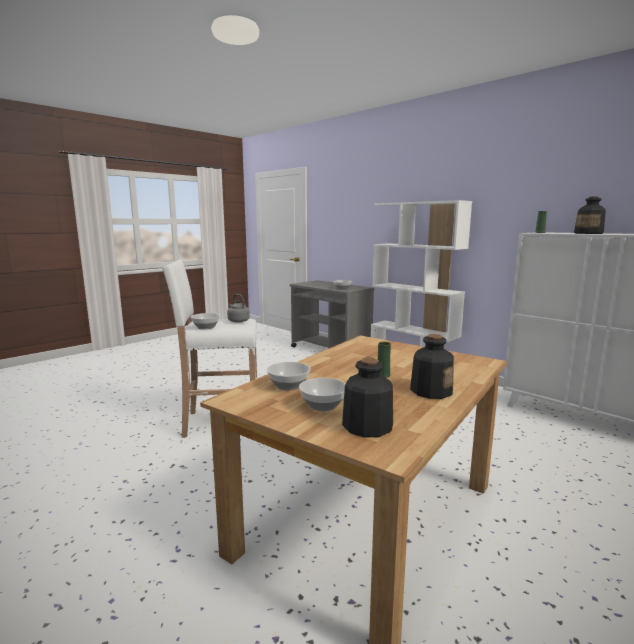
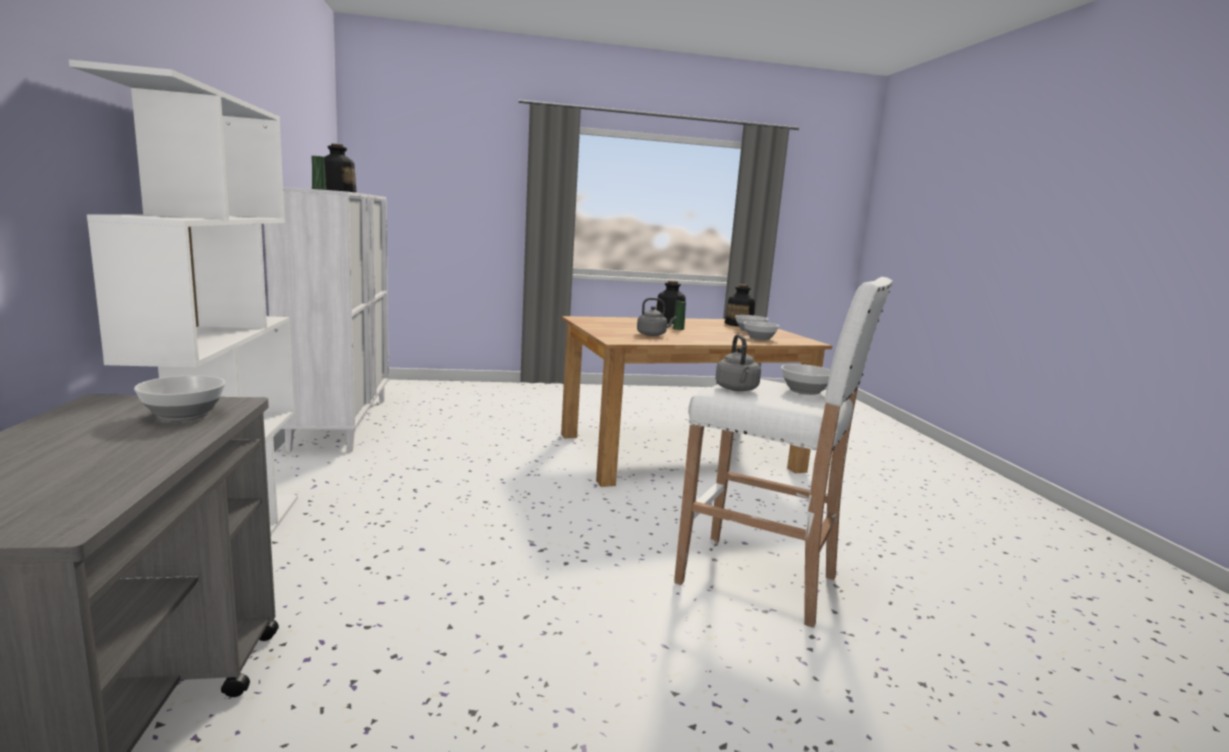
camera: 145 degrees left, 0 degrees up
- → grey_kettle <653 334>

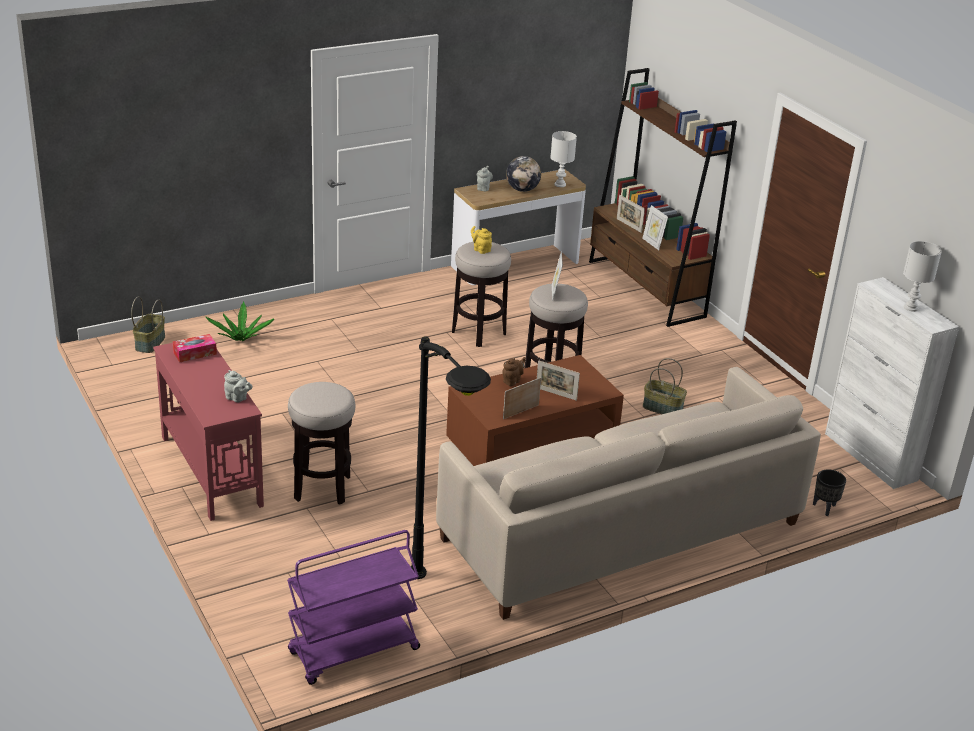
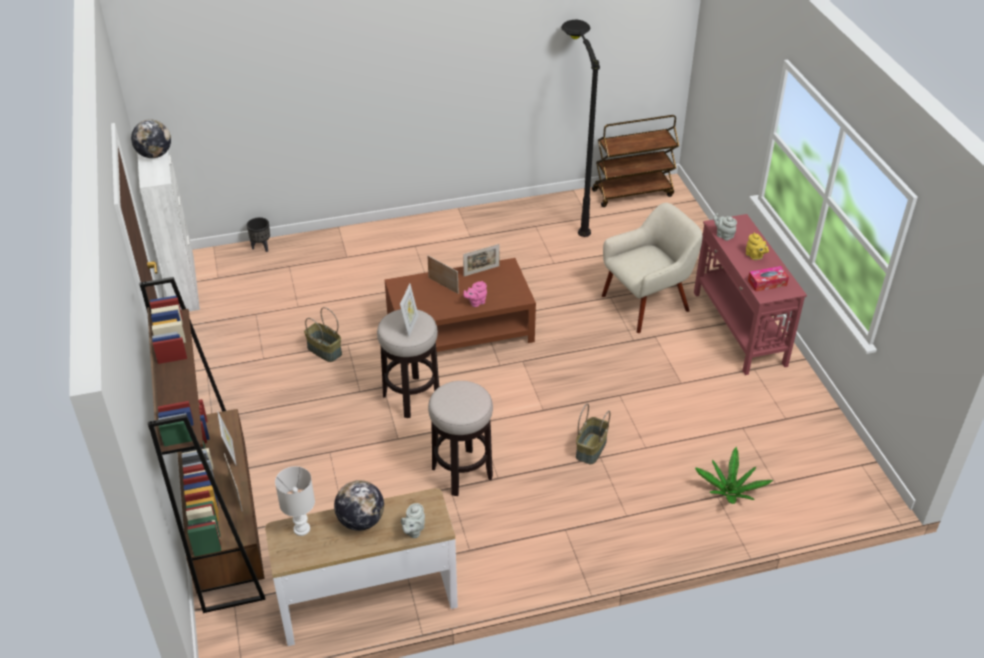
camera: 165 degrees left, 10 degrees up
white_table_lamp <911 308> → globe <155 155>
brown_teapot <512 381> → pink_teapot <476 302>
basket <149 342> → basket <591 449>, shifted
purple_cart <353 652> → brown_cart <633 192>
stool <322 488> → beige_armchair <647 303>
yellow_teapot <481 249> → yellow_teapot <755 256>, shifted
beige_sofa <620 531> → -

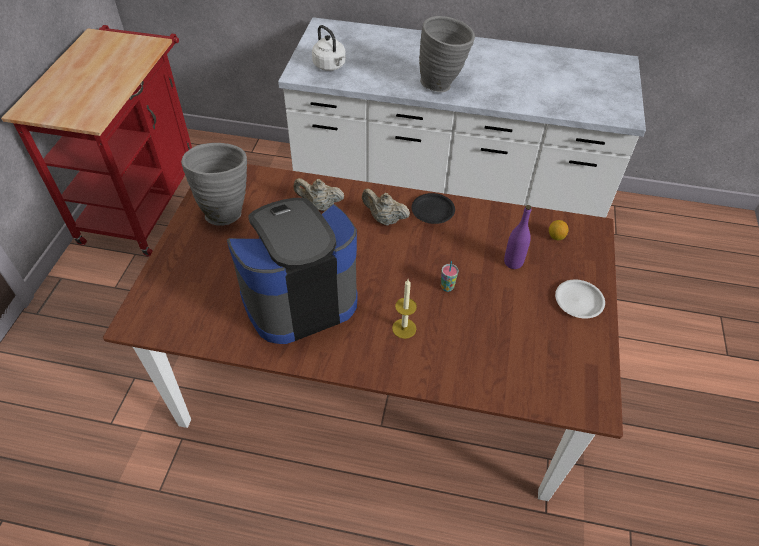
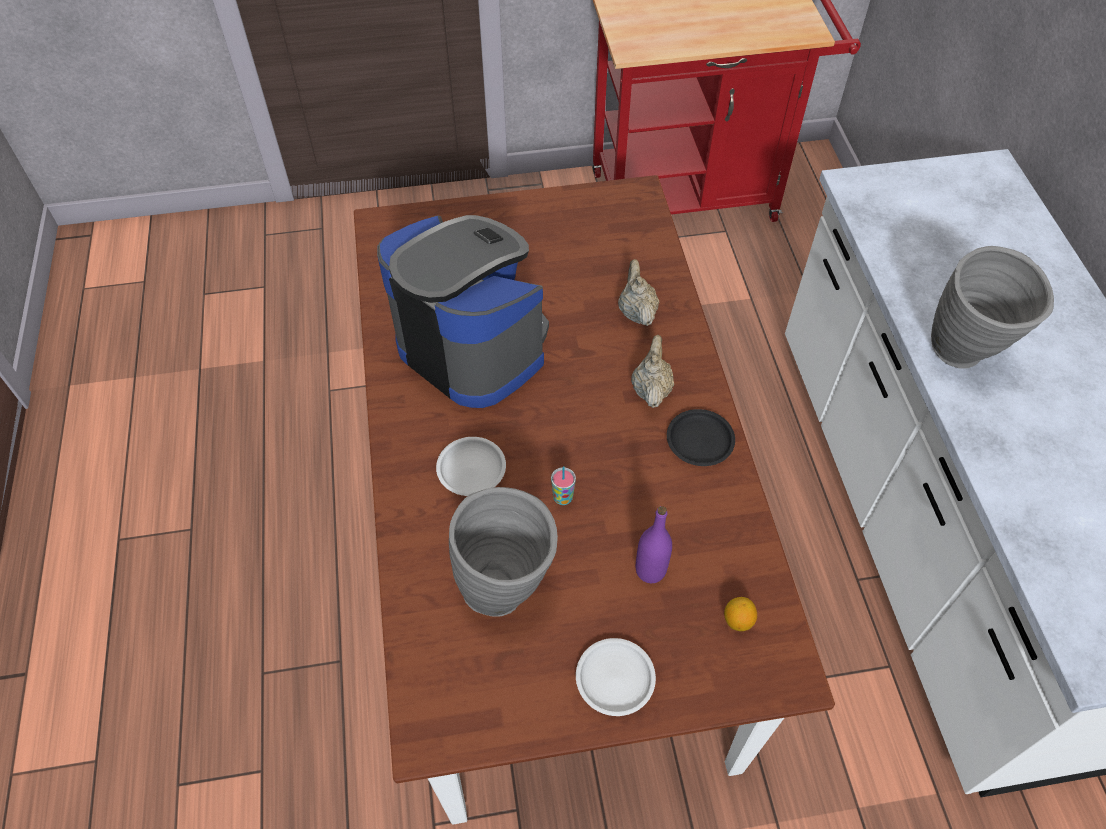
camera: 70 degrees right, 5 degrees up
candle <404 328> → white_plate <471 468>
grey_vase <226 210> → grey_vase <508 587>, shifted
white_kettle <330 66> → -

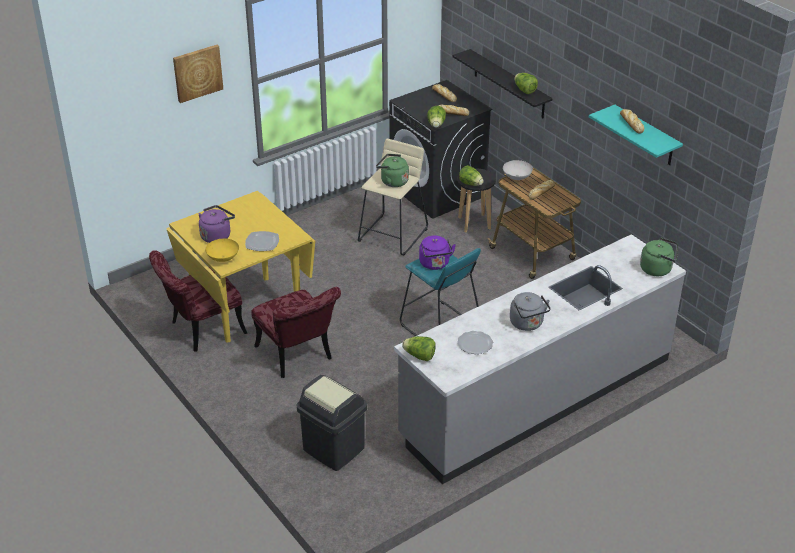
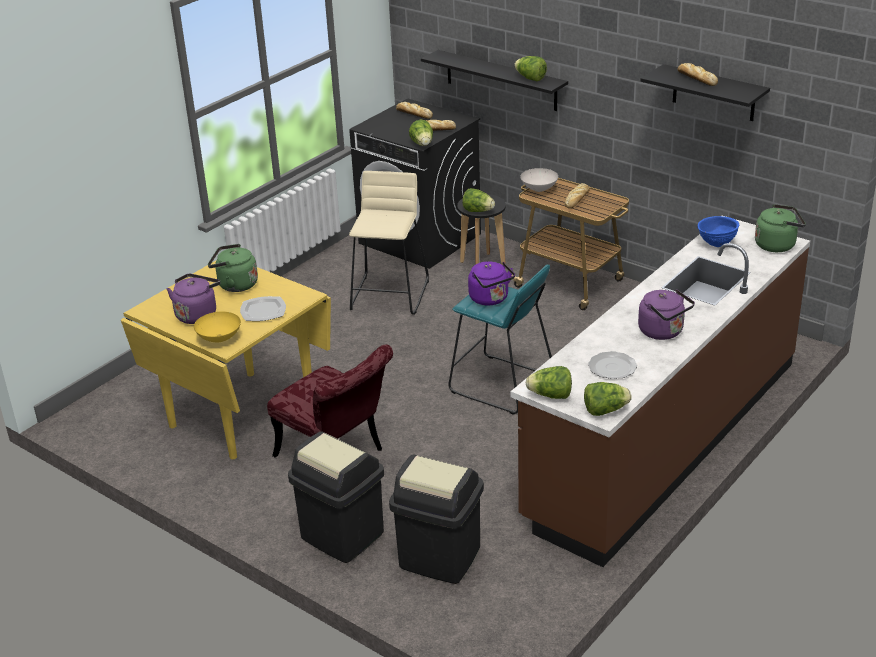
camera: 15 degrees left, 5 degrees down
green_kettle <392 181> → green_kettle <235 285>, shifted
- → black_trash_can <341 536>
grey_counter <537 397> → brown_counter <663 438>
- → lettuce <605 410>
grey_kettle <528 324> → purple_kettle <663 332>
turquoise_shelf <646 136> → black_shelf <713 93>
- → blue_bowl <716 244>
red_chair <201 330> → -
picture <197 73> → -

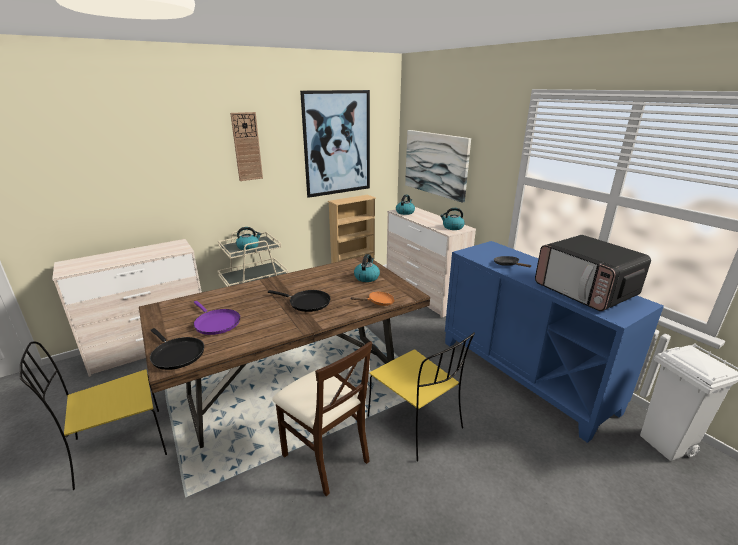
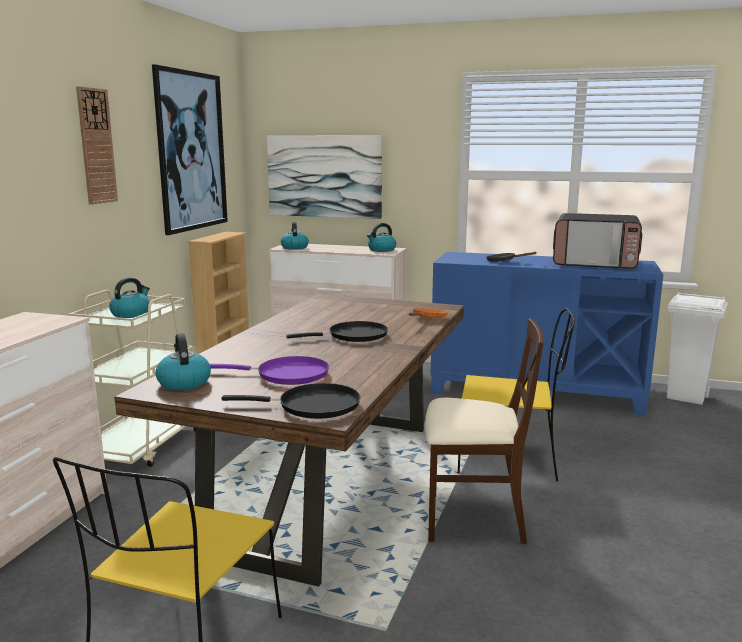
camera: 40 degrees left, 10 degrees down
kettle <366 277> → kettle <183 382>, shifted

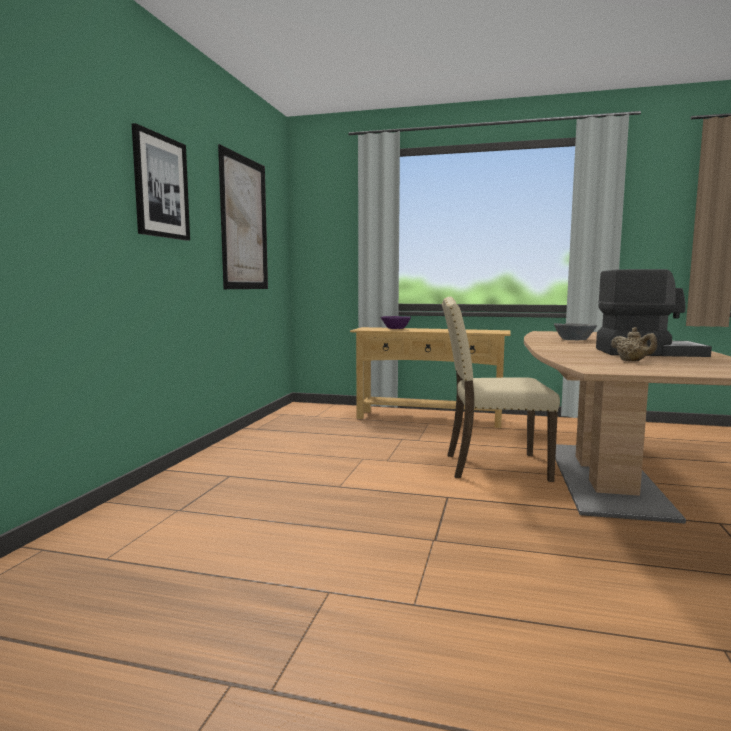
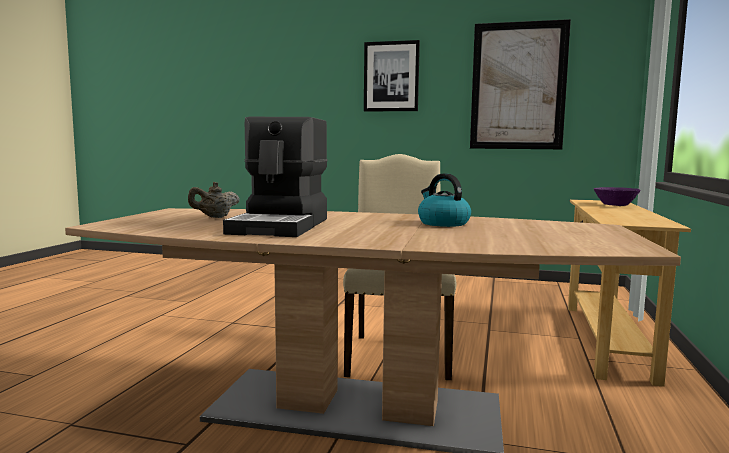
camera: 90 degrees right, 0 degrees up
grey_bowl <574 340> → kettle <442 223>

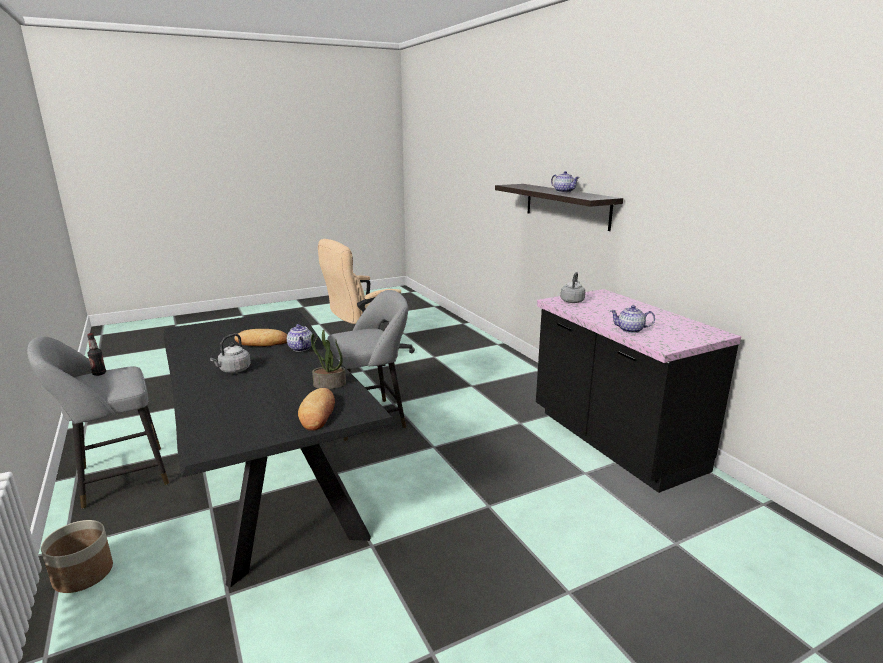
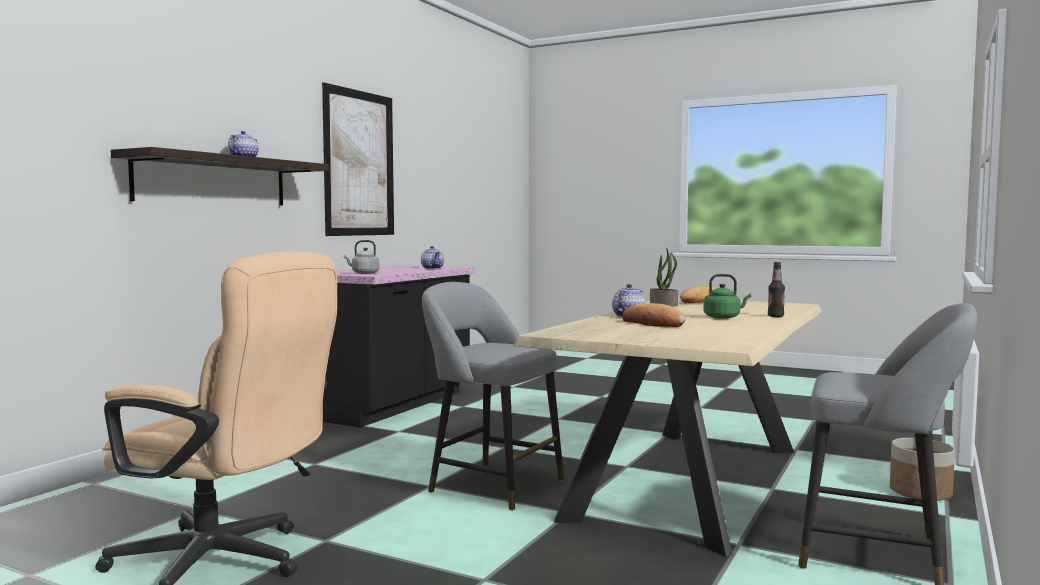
camera: 125 degrees left, 15 degrees down
- → picture <359 163>
black_dining_table <272 482> → beige_dining_table <690 482>
grey_kettle <233 370> → green_kettle <724 317>
bottle <99 373> → bottle <775 316>, shifted

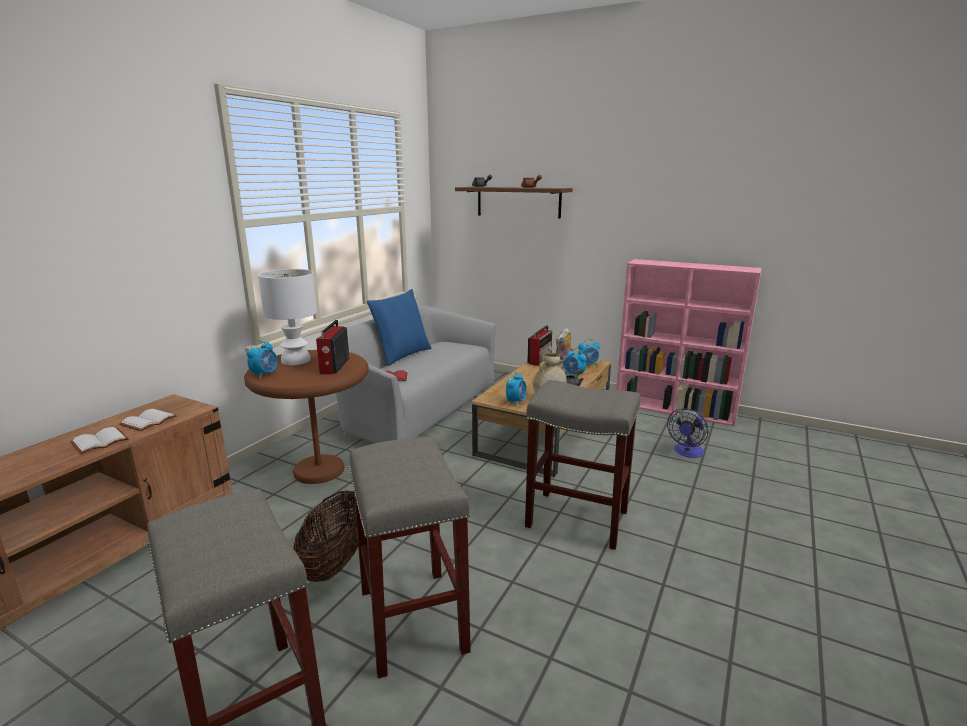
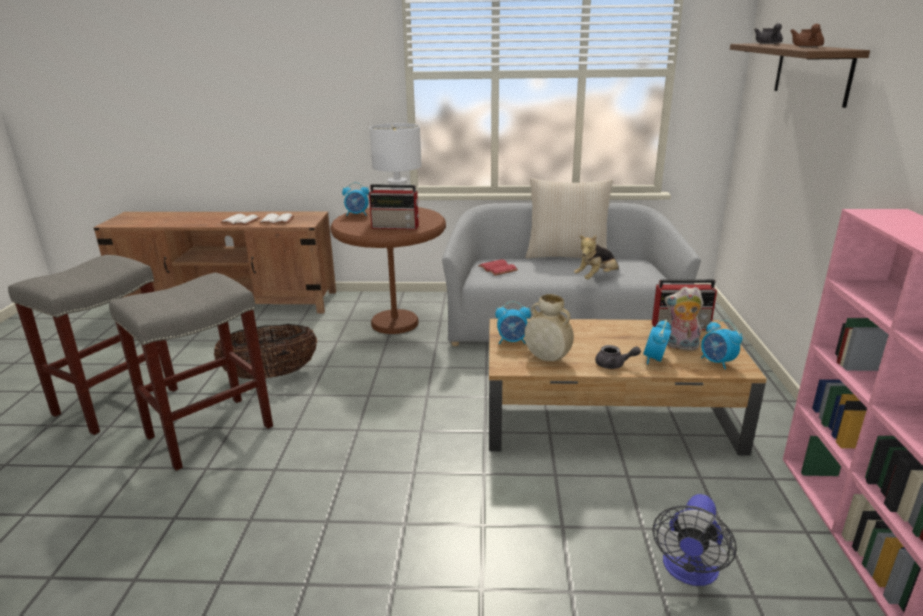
camera: 65 degrees right, 5 degrees up
radio <334 366> → radio <396 226>, 150 degrees counterclockwise
blue_pillow <402 355> → beige_pillow <566 255>
- → plush_toy <596 278>
fan <687 452> → fan <689 571>, 75 degrees counterclockwise
grey_stool <578 519> → -

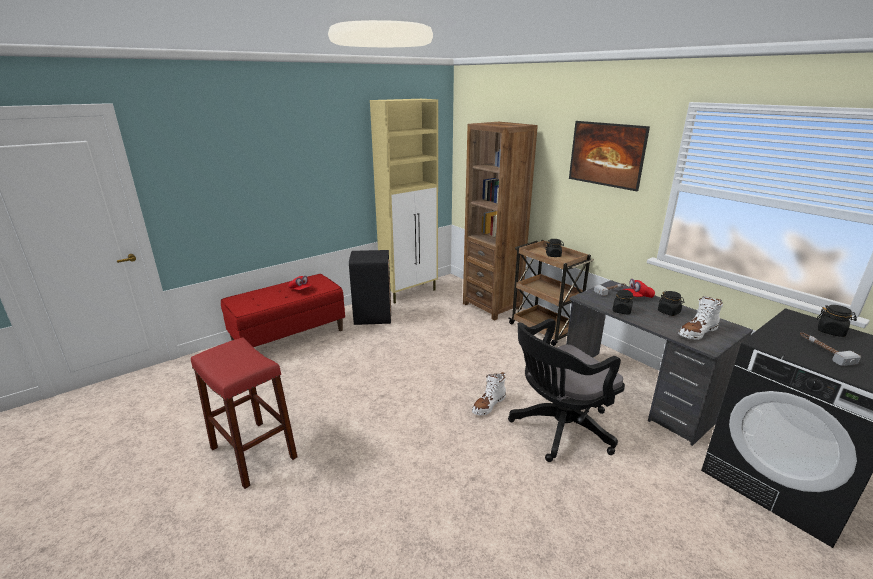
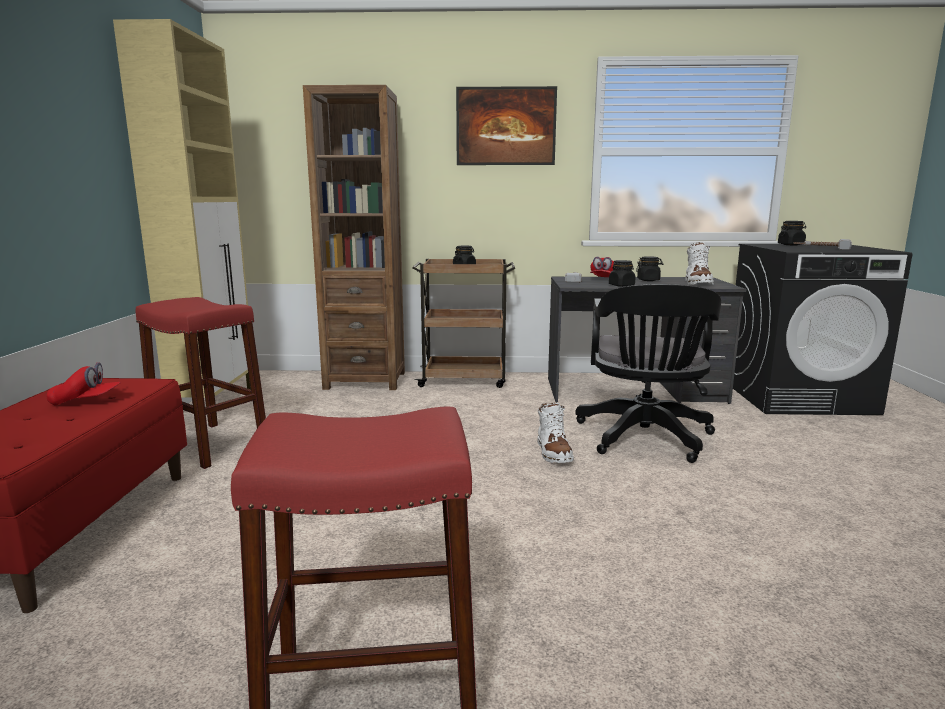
camera: 50 degrees left, 10 degrees down
black_trash_can <373 317> → red_stool <210 444>

